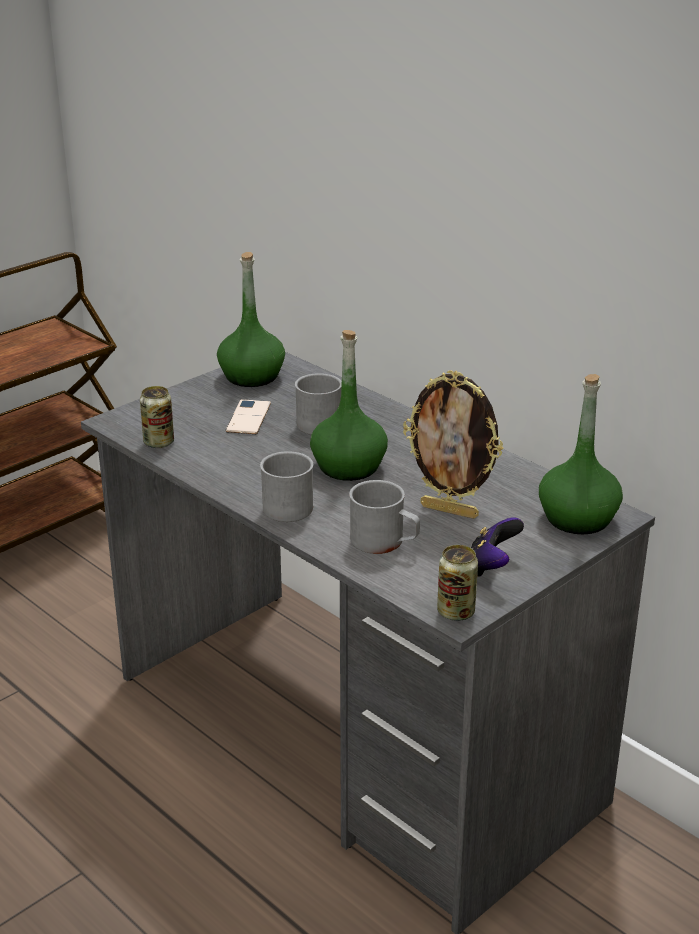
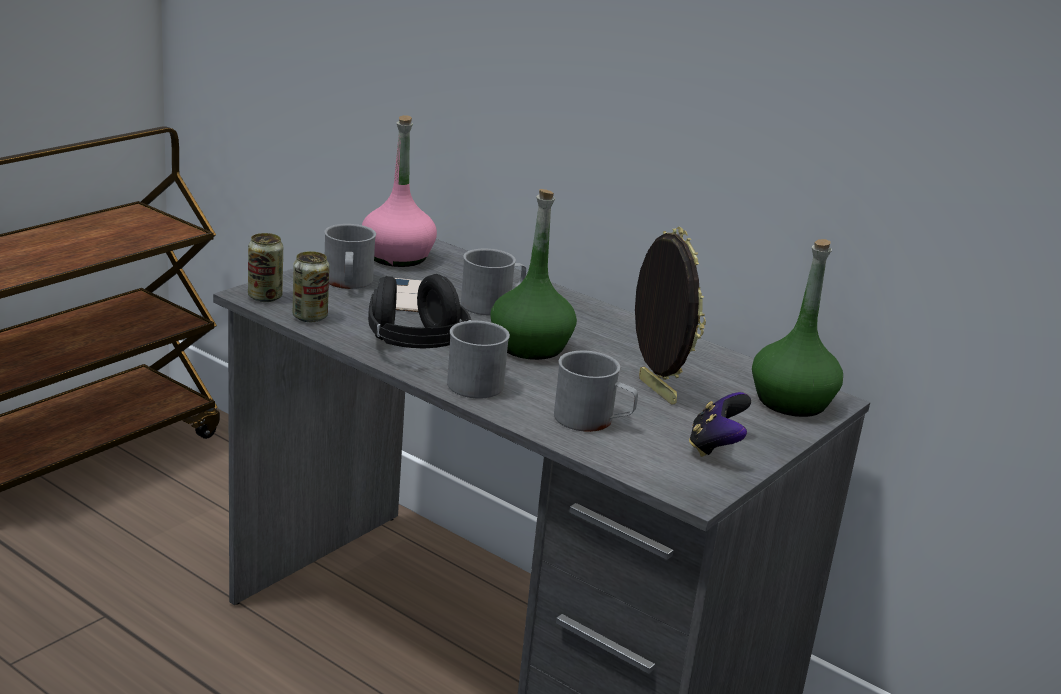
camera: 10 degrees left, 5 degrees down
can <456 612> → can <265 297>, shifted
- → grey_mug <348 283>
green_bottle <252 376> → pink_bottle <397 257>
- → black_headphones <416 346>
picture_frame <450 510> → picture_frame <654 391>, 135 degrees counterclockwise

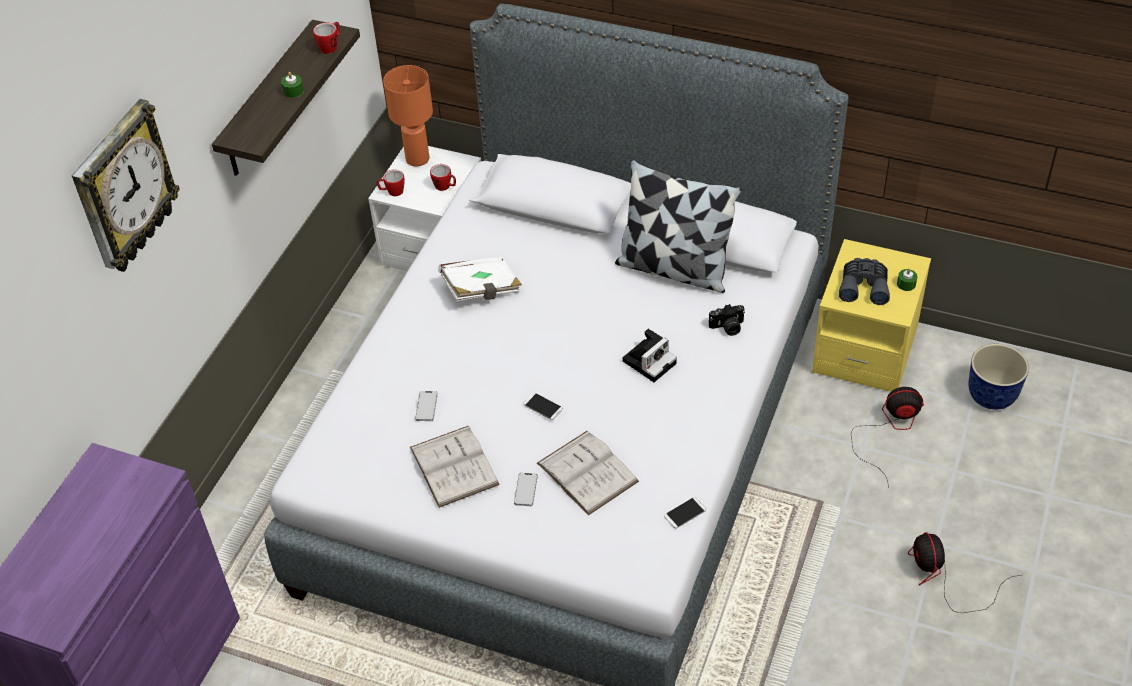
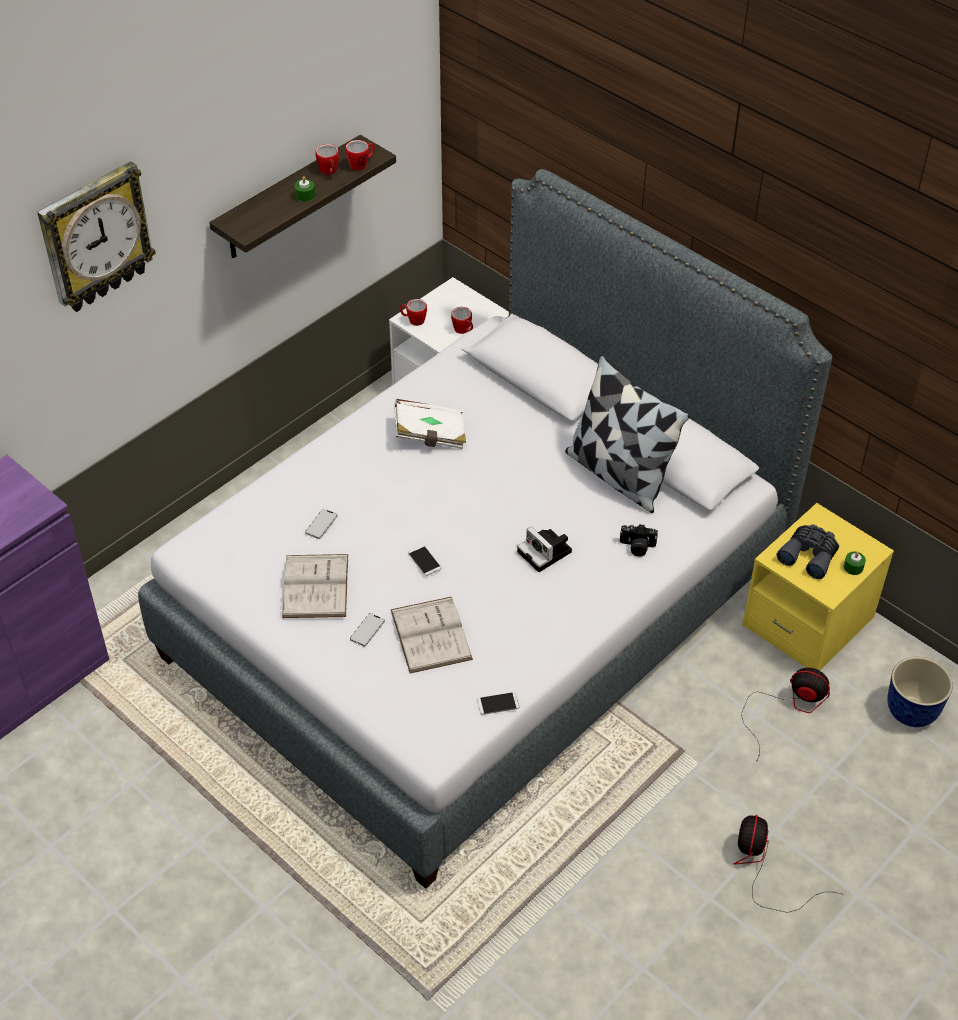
camera: 20 degrees right, 0 degrees up
- → mug <329 172>
photo_camera <650 360> → photo_camera <546 553>, 75 degrees clockwise
orange_table_lamp <417 159> → -

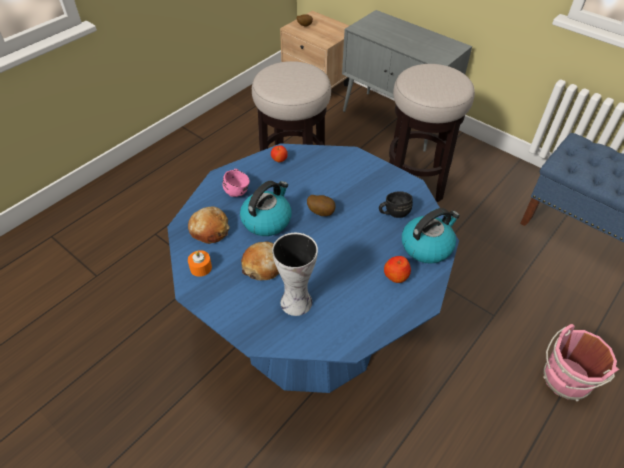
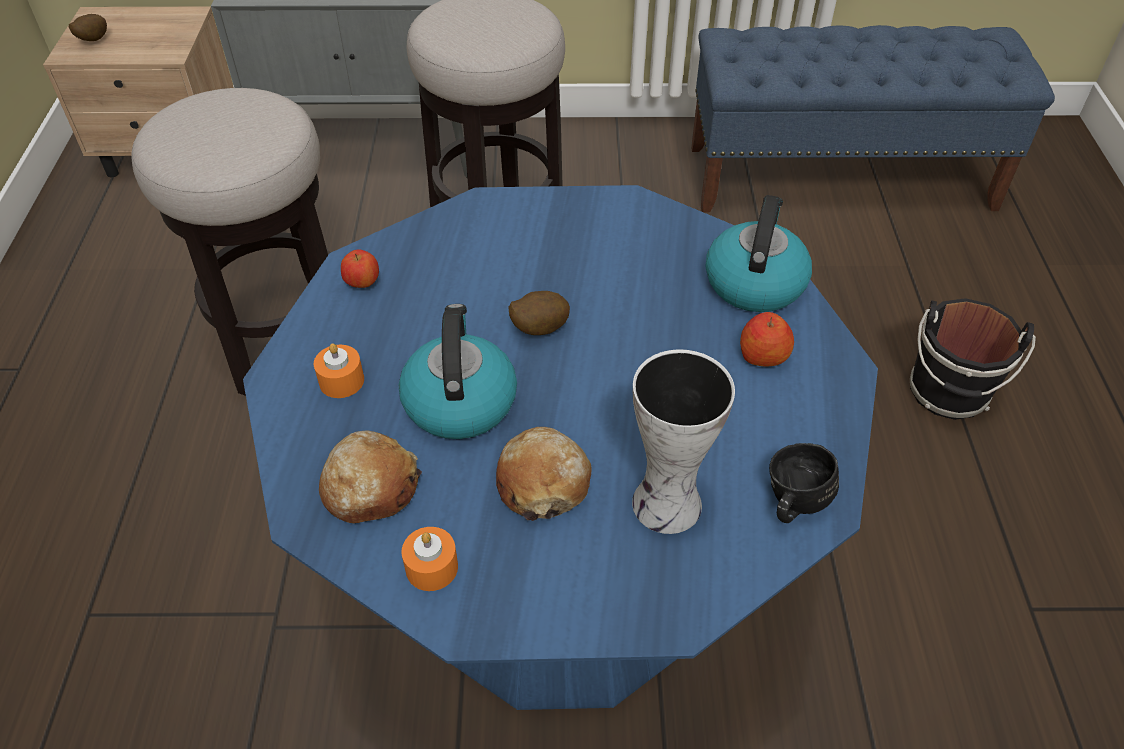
camera: 40 degrees left, 0 degrees up
pink_mug <237 190> → orange_candle <341 381>
black_mug <393 212> → black_mug <791 502>, shifted
pink_bucket <564 380> → black_bucket <948 394>

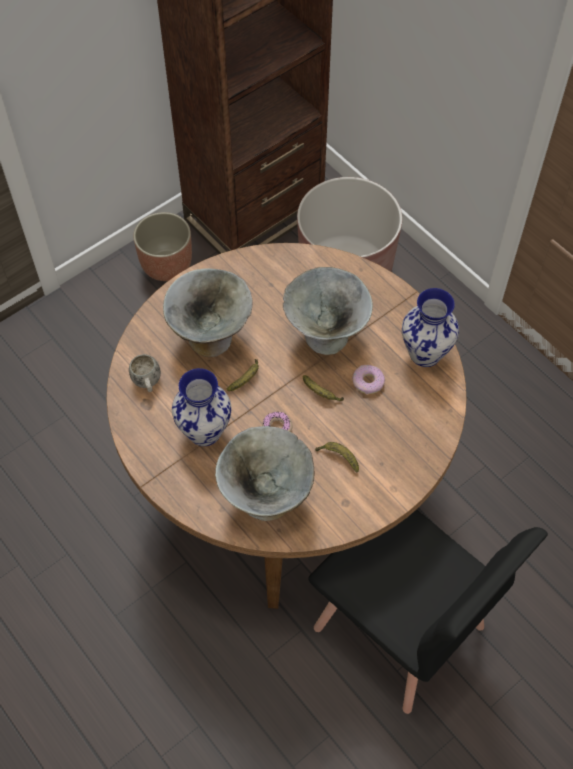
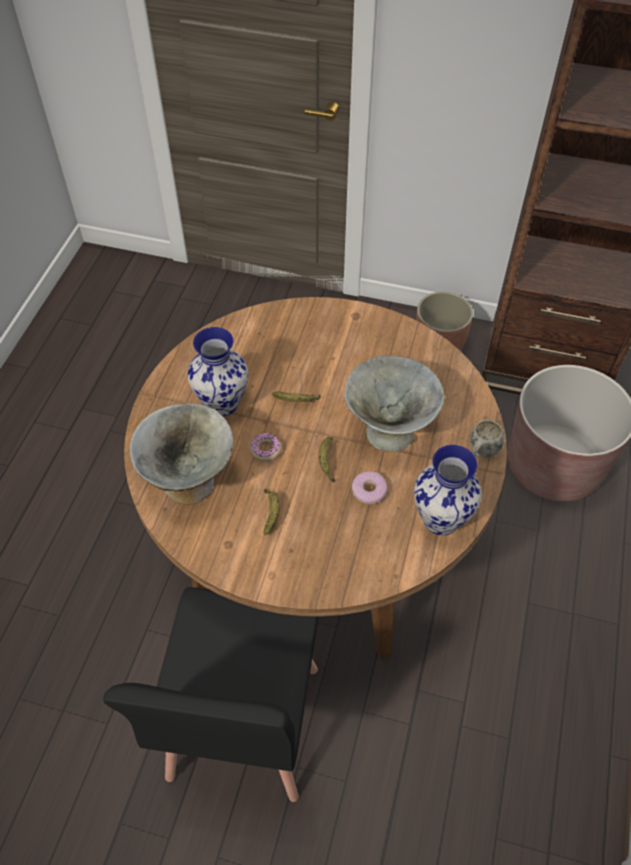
camera: 55 degrees right, 5 degrees down
white_mug <147 383> → white_mug <481 452>, shifted
grey_bowl <211 337> → -

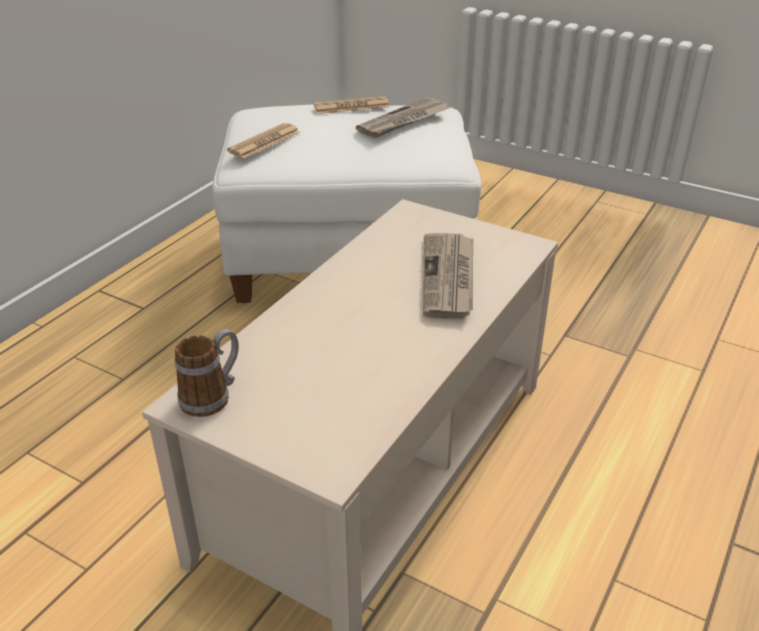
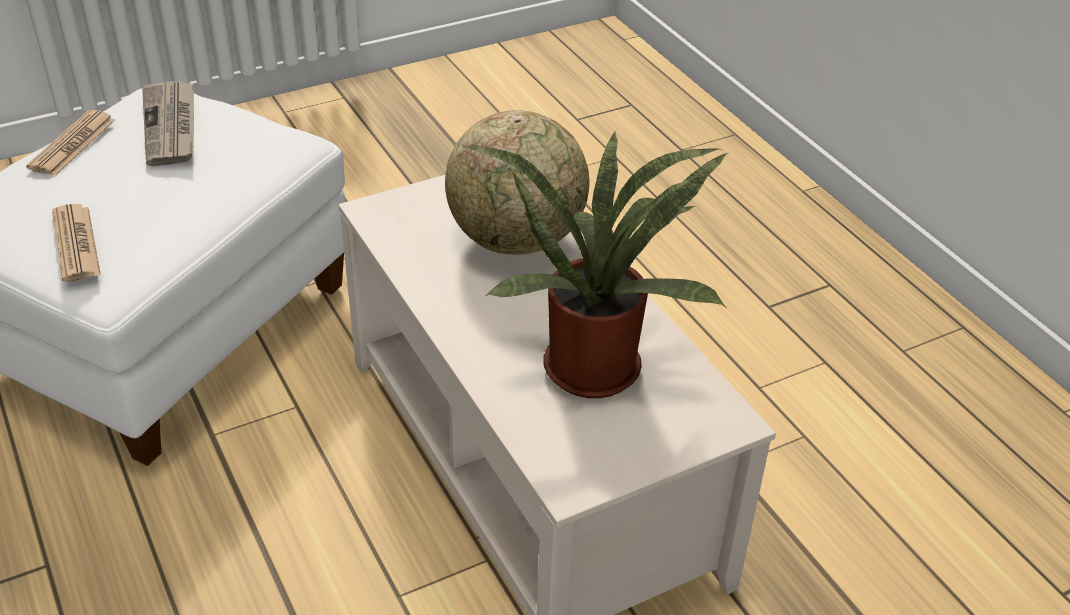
camera: 60 degrees left, 5 degrees up
newspaper <449 278> → globe <517 240>
- → potted_plant <595 362>
mug <213 396> → -

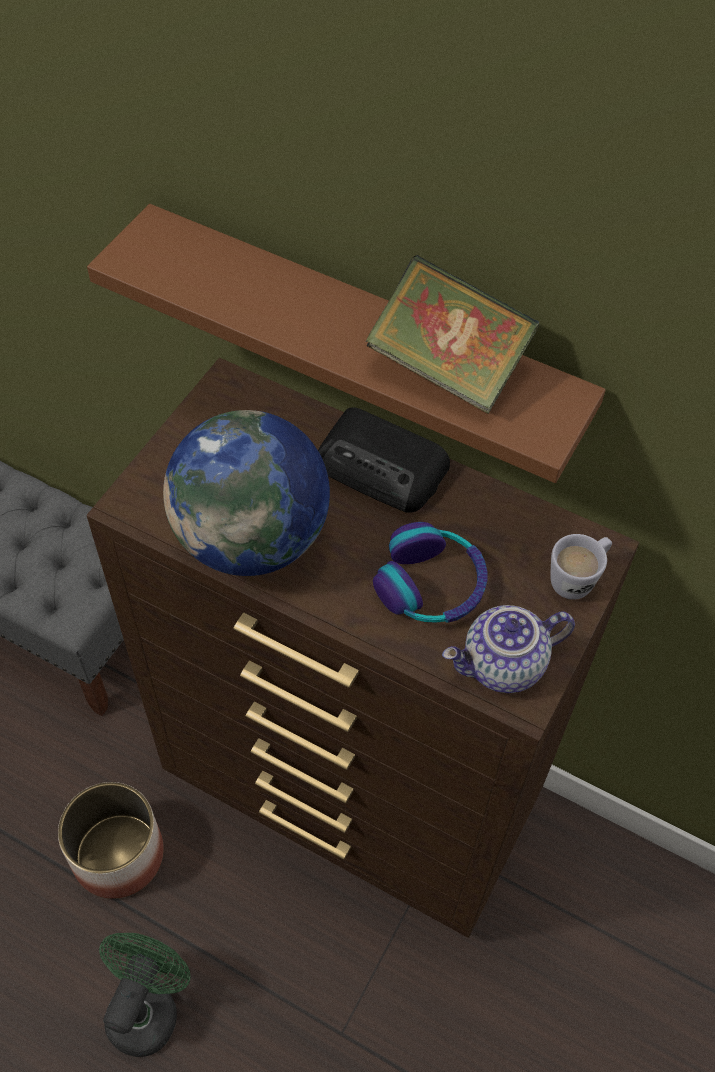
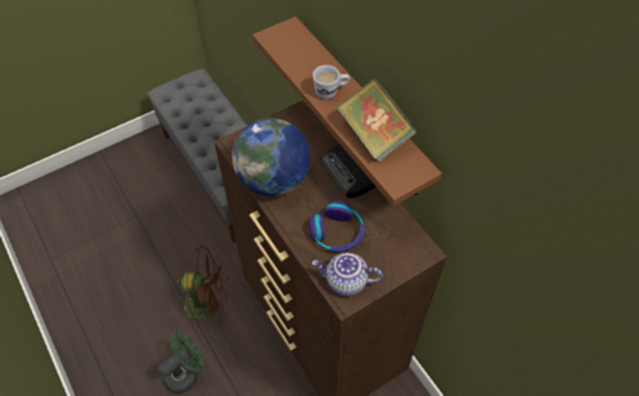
camera: 30 degrees right, 0 degrees up
planter <117 854> → brown_fan <208 304>
white_mug <577 578> → white_mug <331 92>, shifted

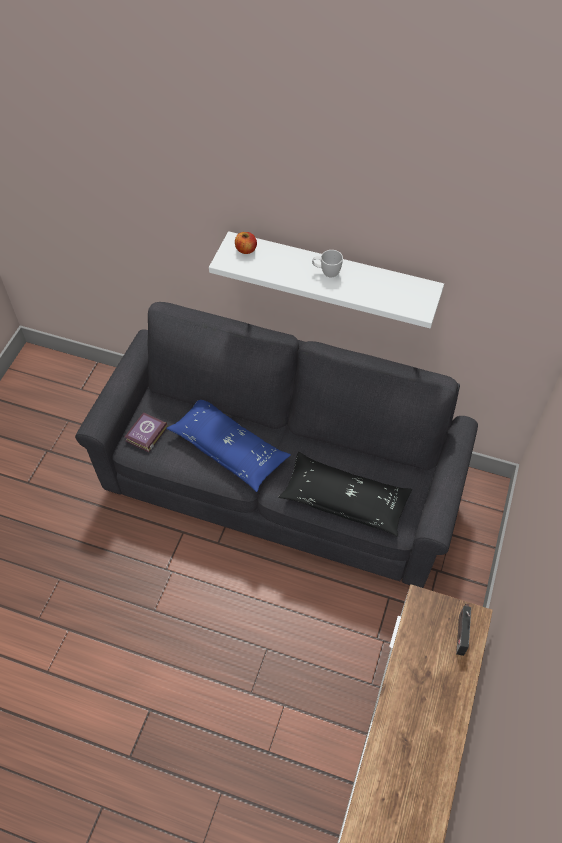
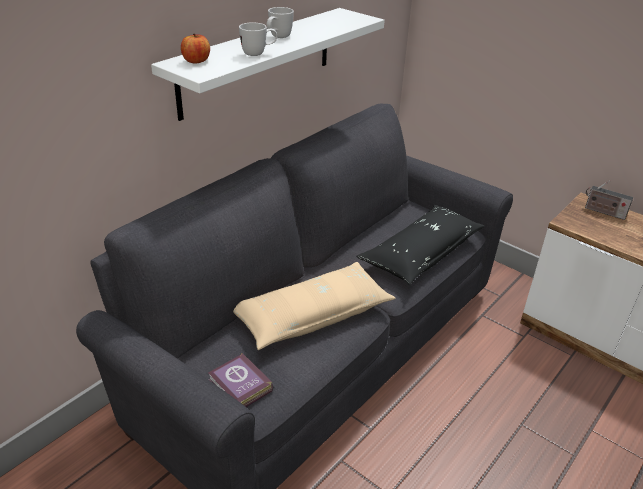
camera: 70 degrees left, 20 degrees down
blue_pillow <229 449> → beige_pillow <311 315>
- → white_mug <258 54>

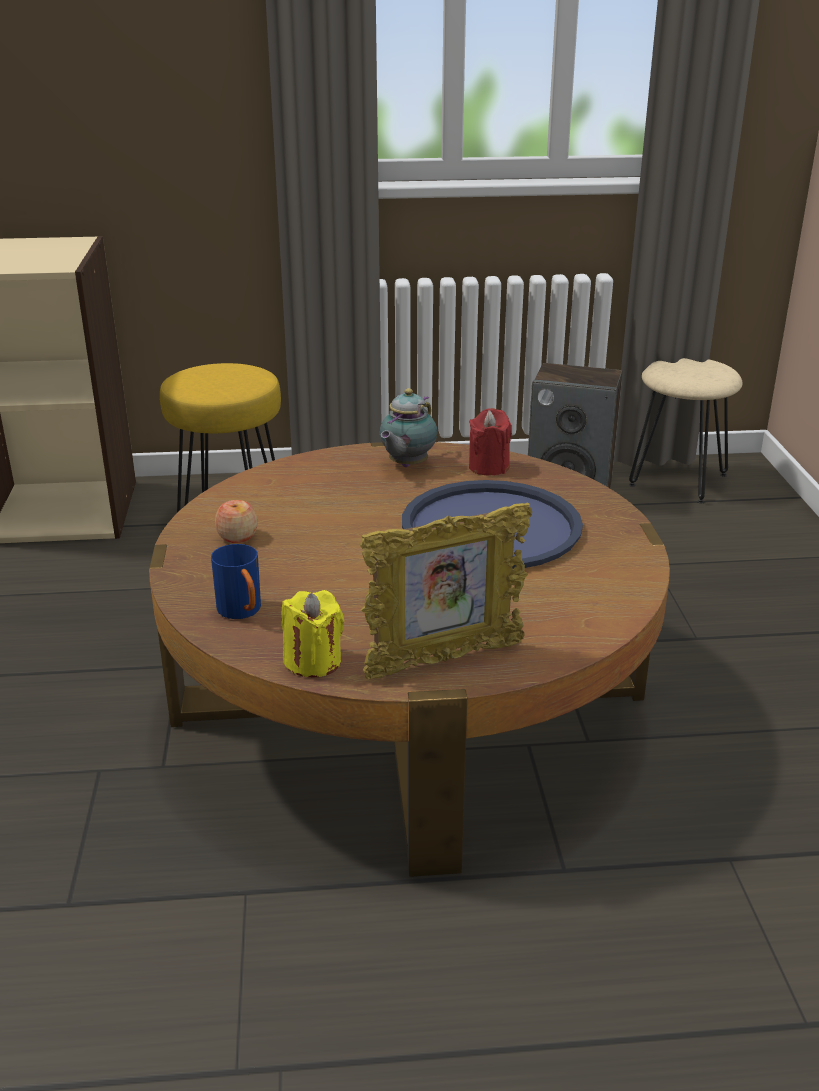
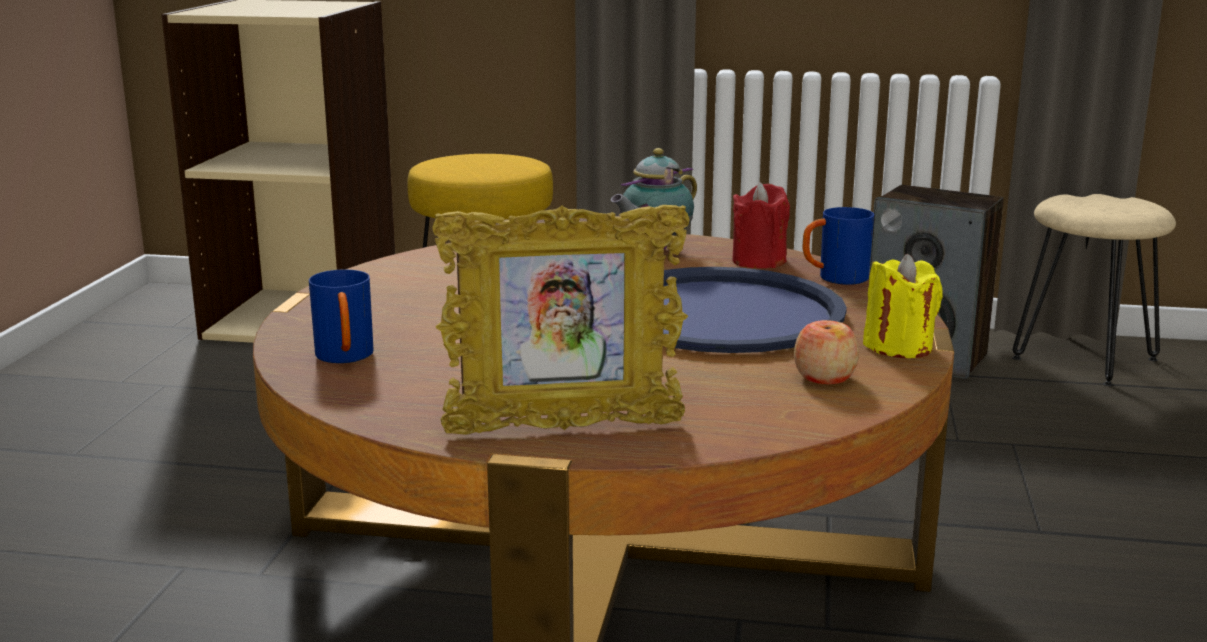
camera: 15 degrees right, 10 degrees down
apple <237 537> → apple <824 377>, shifted
- → blue_mug <834 279>
yellow_candle <313 661> → yellow_candle <898 347>, shifted

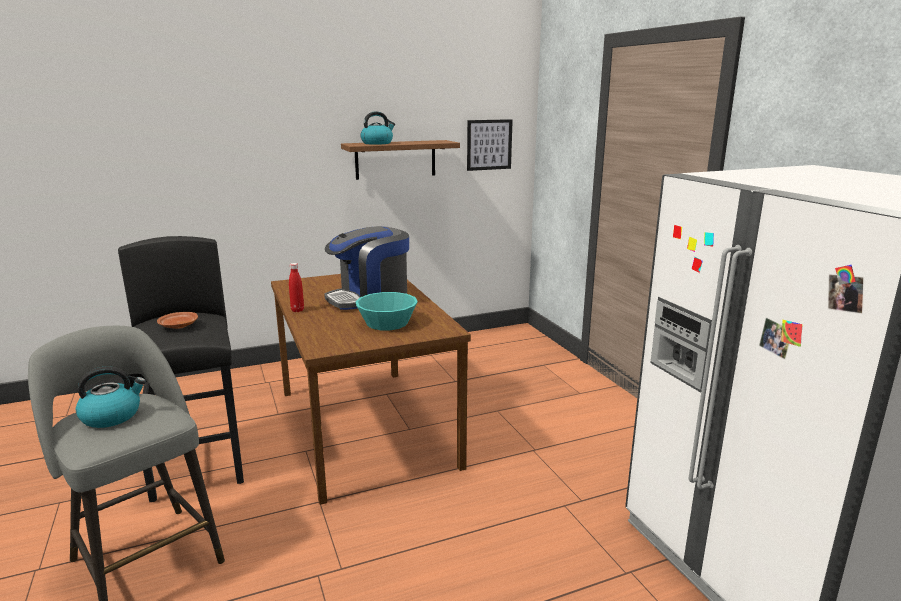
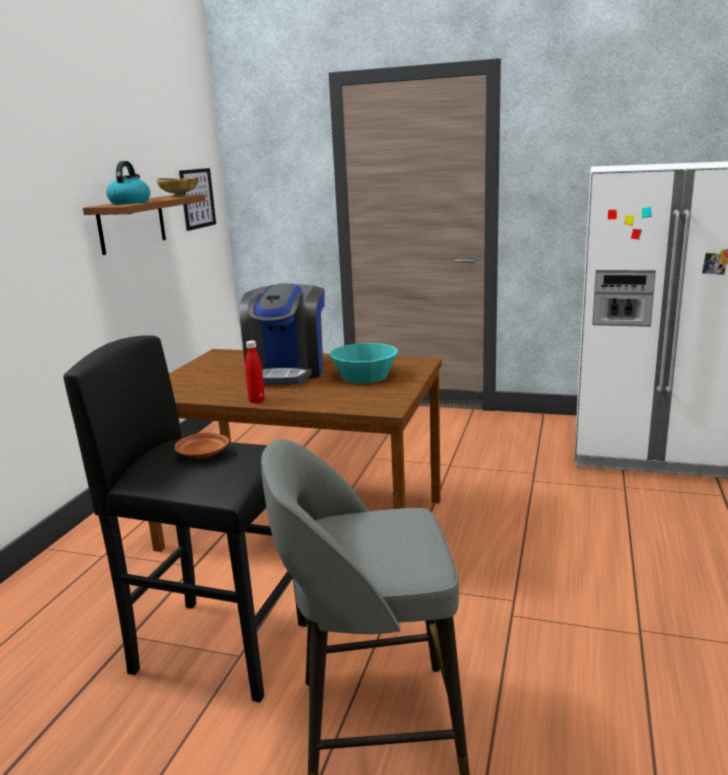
camera: 50 degrees left, 0 degrees up
- → beige_bowl <179 195>
kettle <112 416> → -

